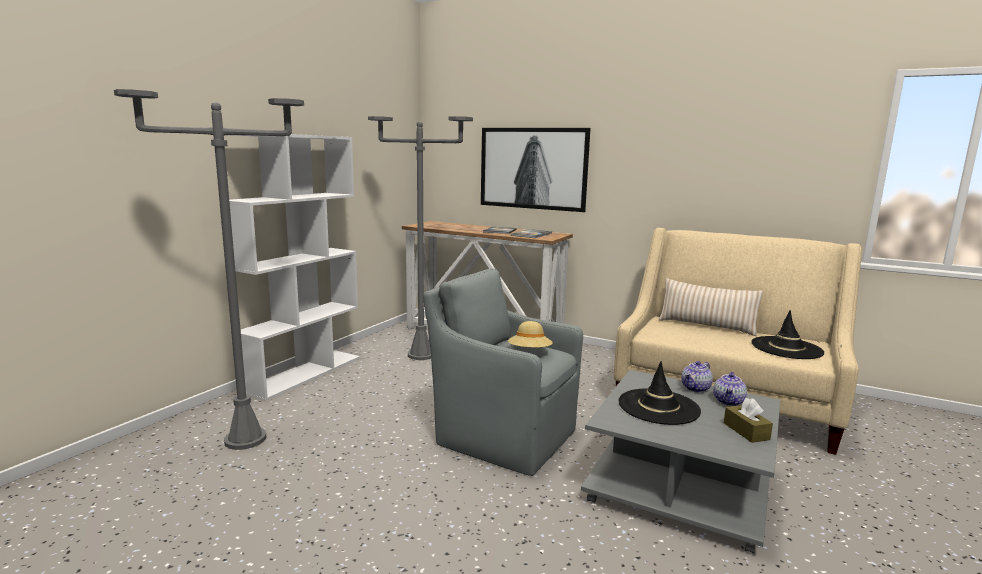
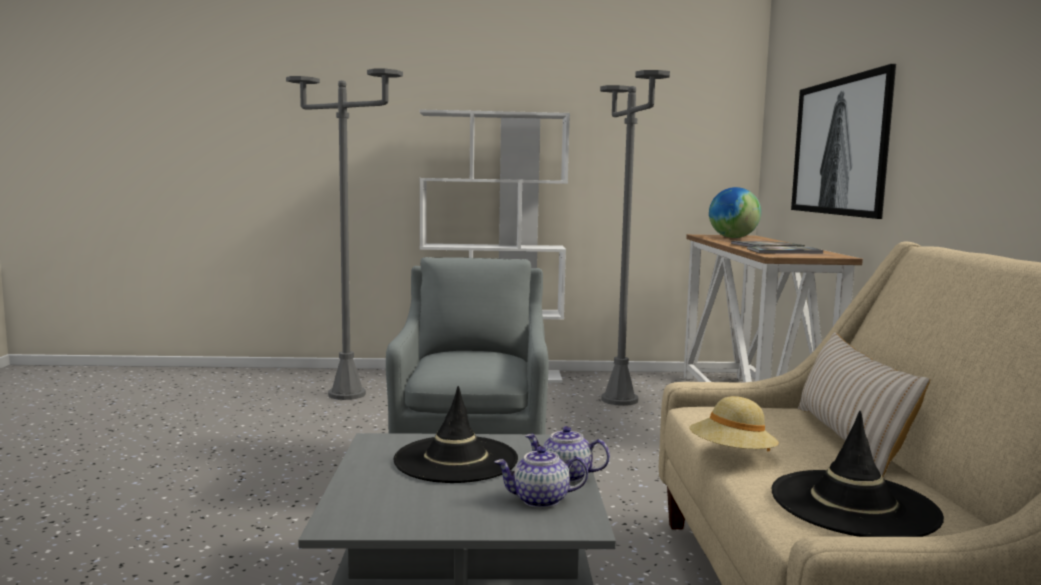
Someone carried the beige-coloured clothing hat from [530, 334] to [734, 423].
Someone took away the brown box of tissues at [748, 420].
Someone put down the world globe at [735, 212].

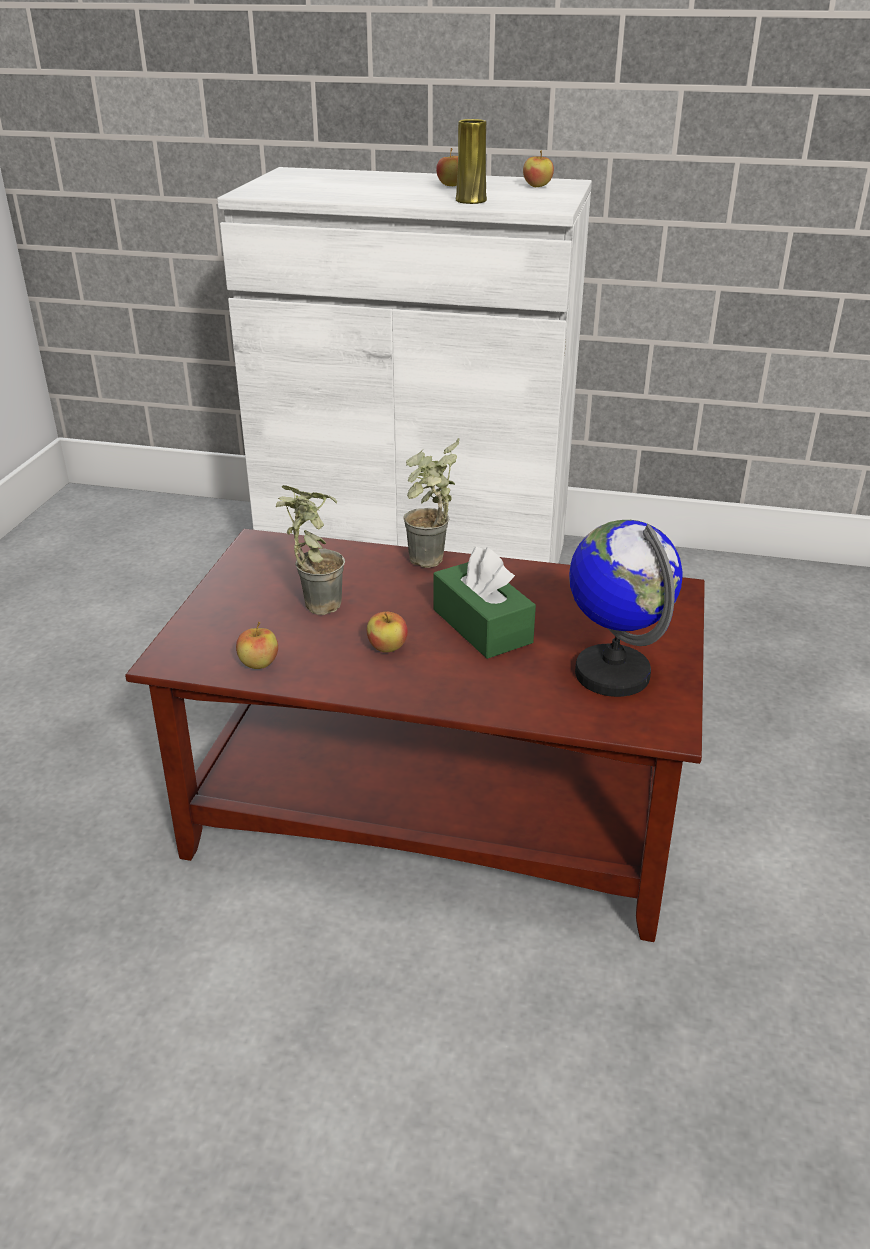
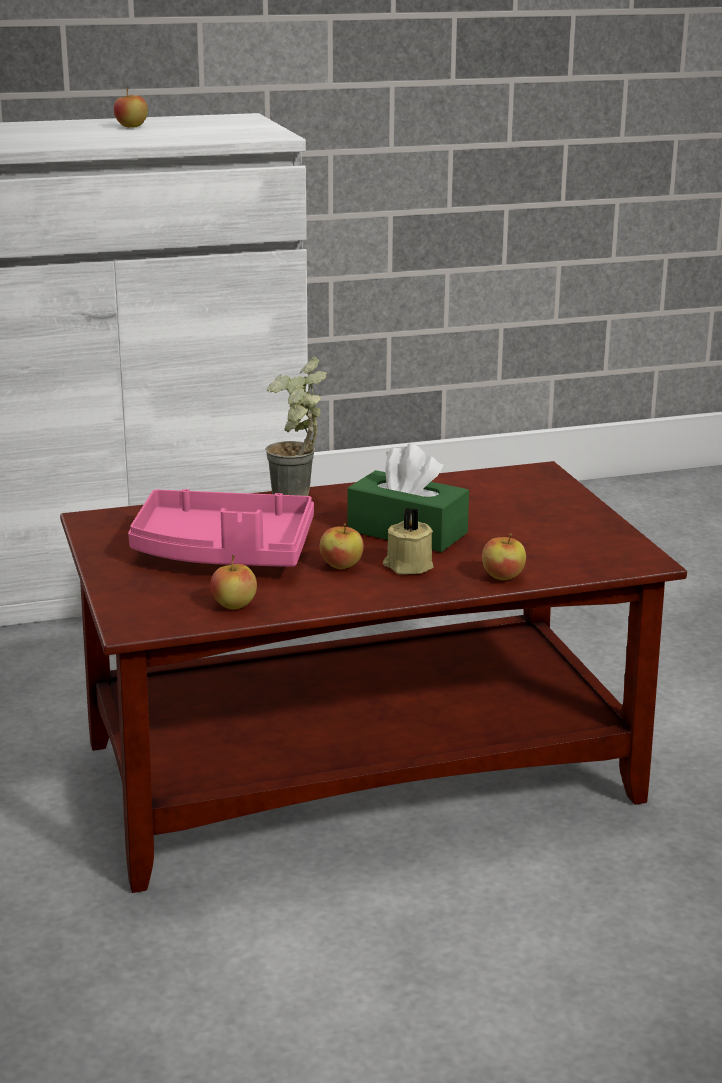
Someone swapped the potted plant at [310, 550] for the pink-coloured tray at [221, 528].
Someone took away the yellow decorative vase at [471, 161].
Someone carried the whole apple from [538, 168] to [504, 556].
Someone took away the world globe at [626, 608].
Someone put down the beige-coloured wax candle at [408, 540].

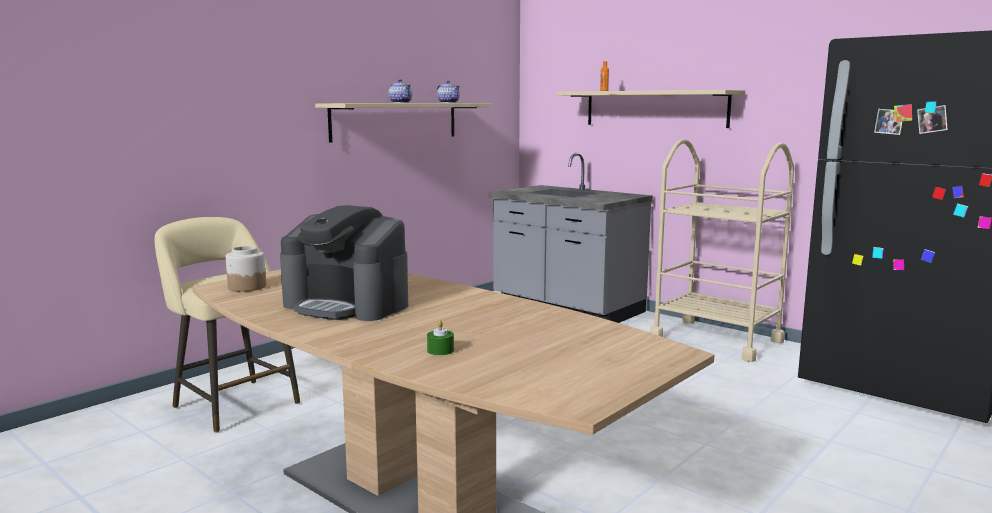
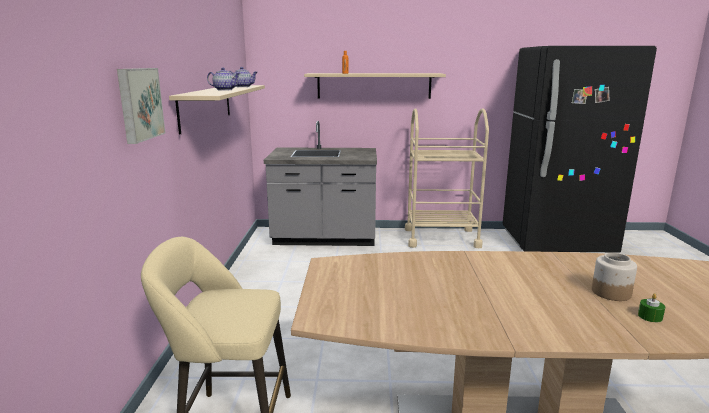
Someone carried the jar from [246, 269] to [614, 276].
Someone took away the coffee machine at [344, 263].
Someone put up the picture at [141, 106].

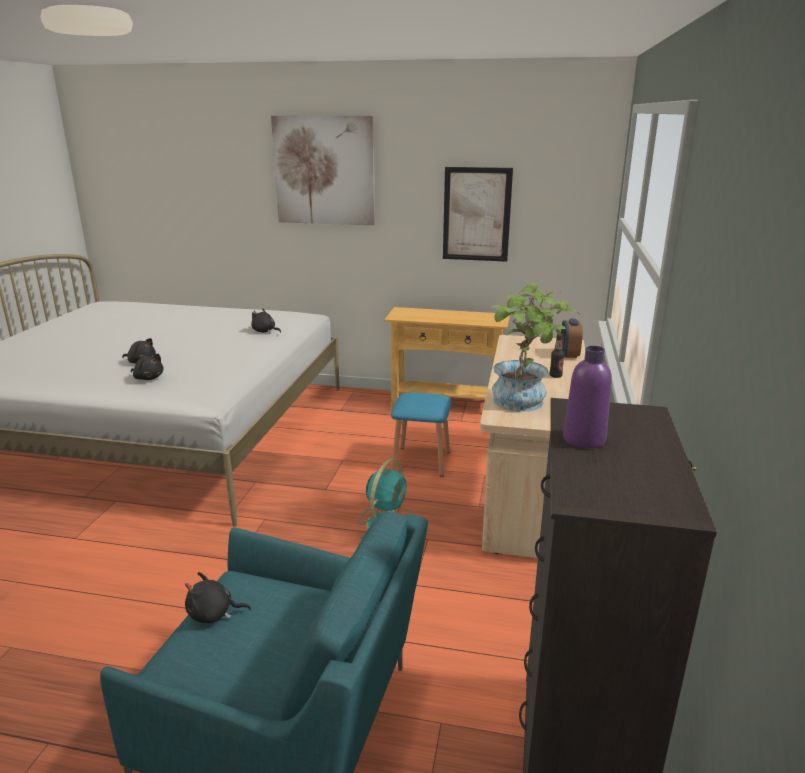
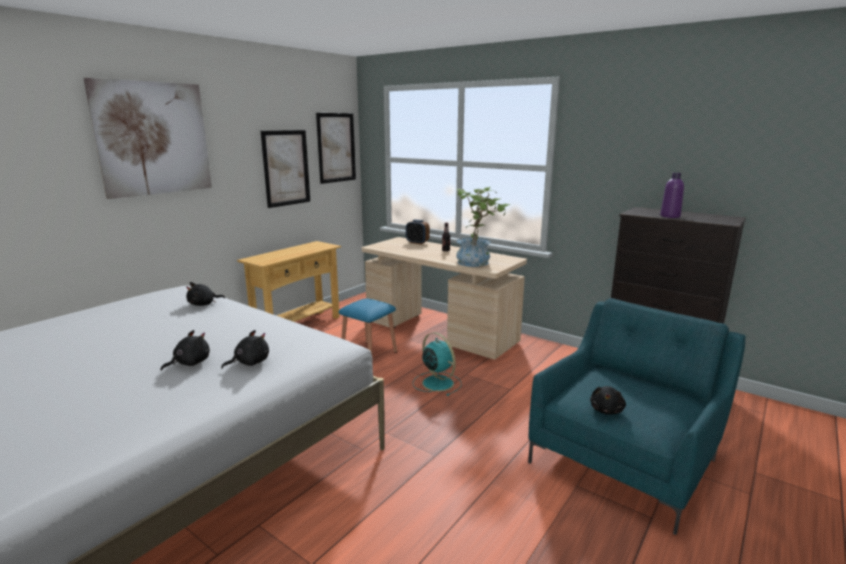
Someone put up the picture at [336, 148].

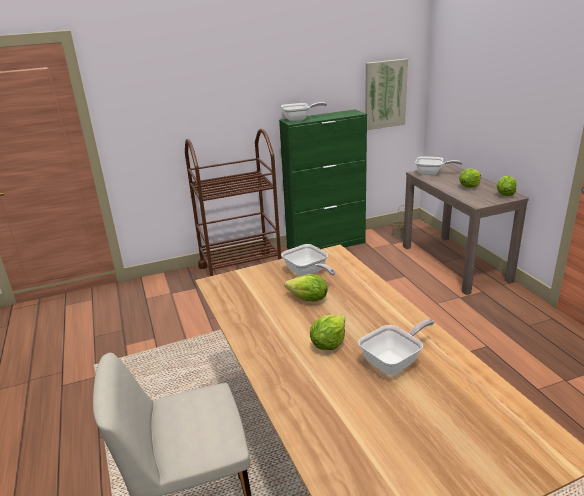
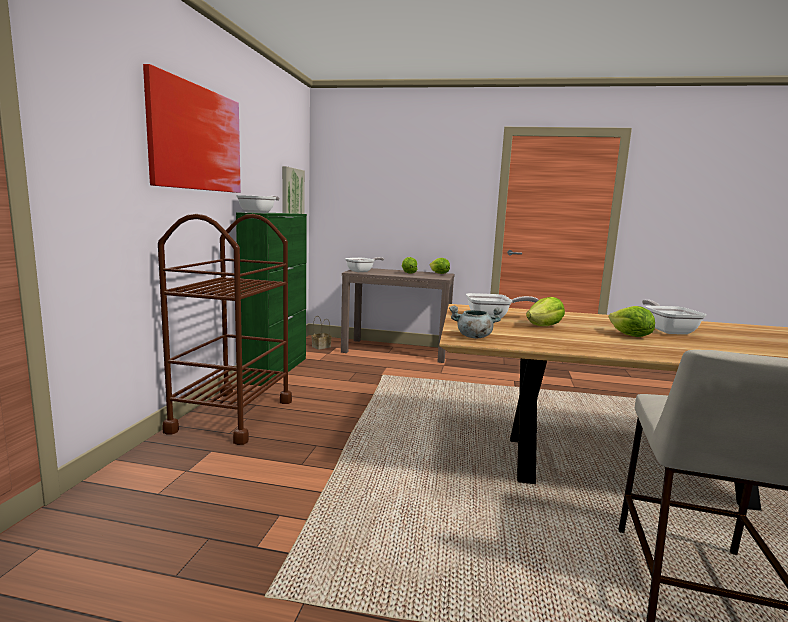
Someone put up the picture at [192, 128].
Someone put down the grey cooking pot at [476, 322].

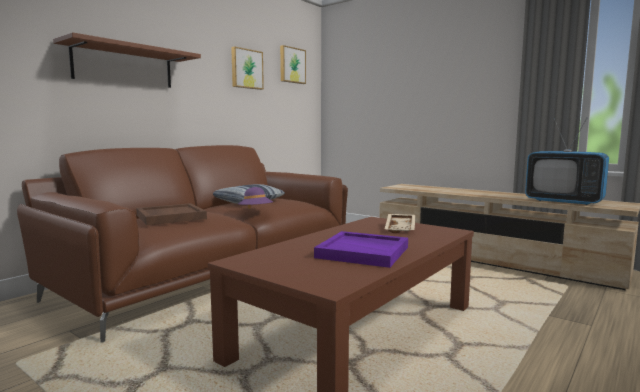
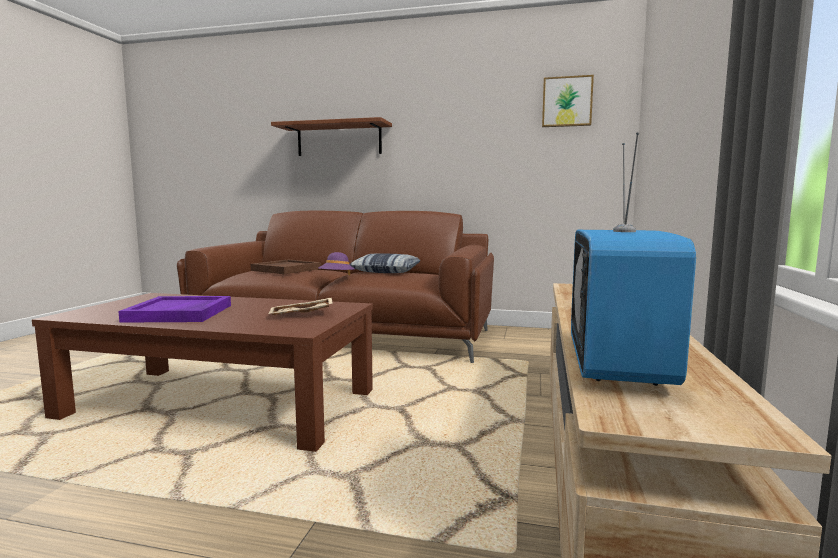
Someone took away the picture at [247, 68].

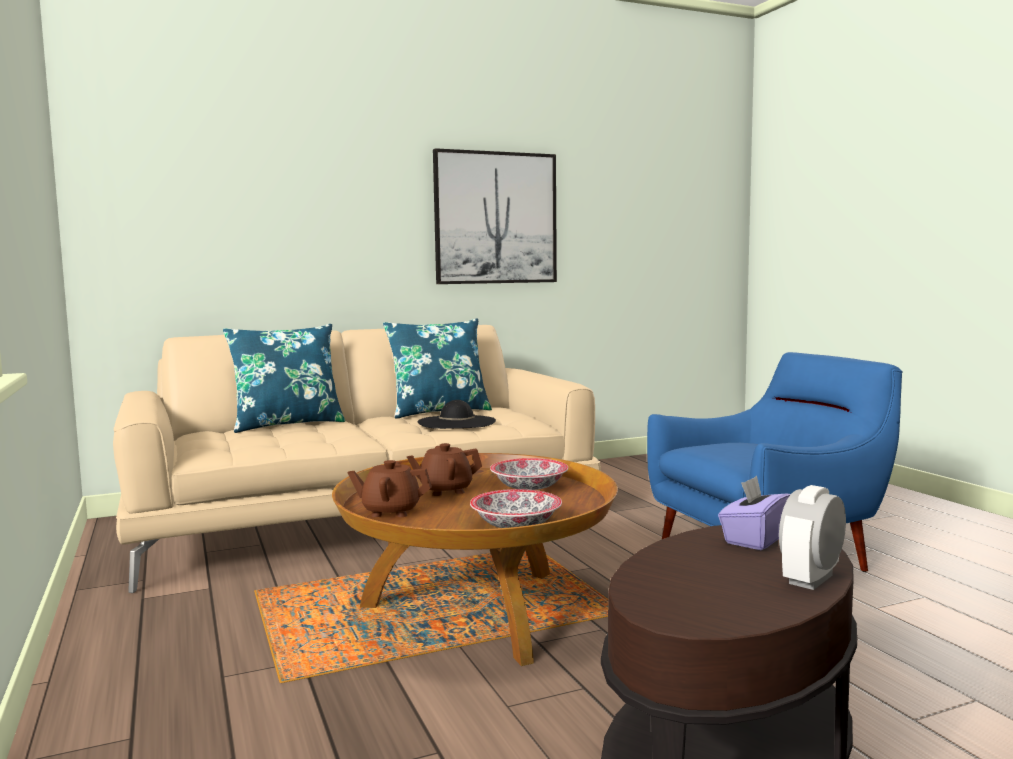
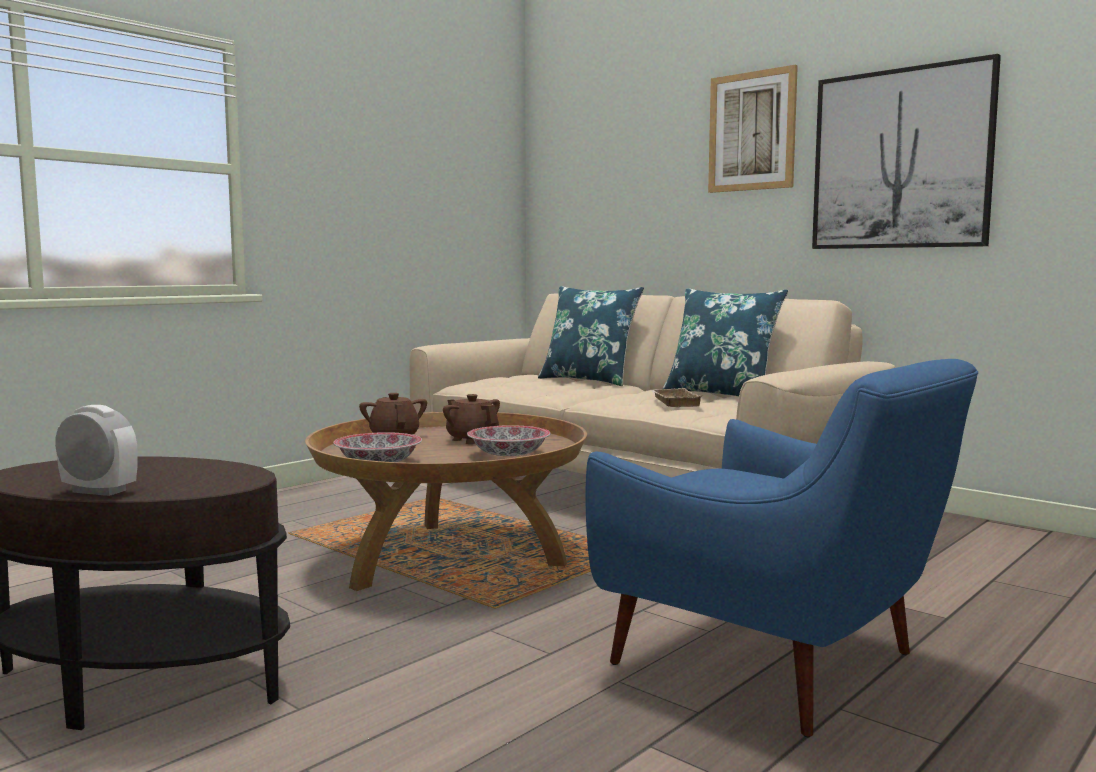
Someone swapped the blackish clothing hat at [457, 414] for the beige-coloured tray at [677, 397].
Someone took away the purple-coloured box of tissues at [754, 513].
Someone put up the picture at [753, 129].

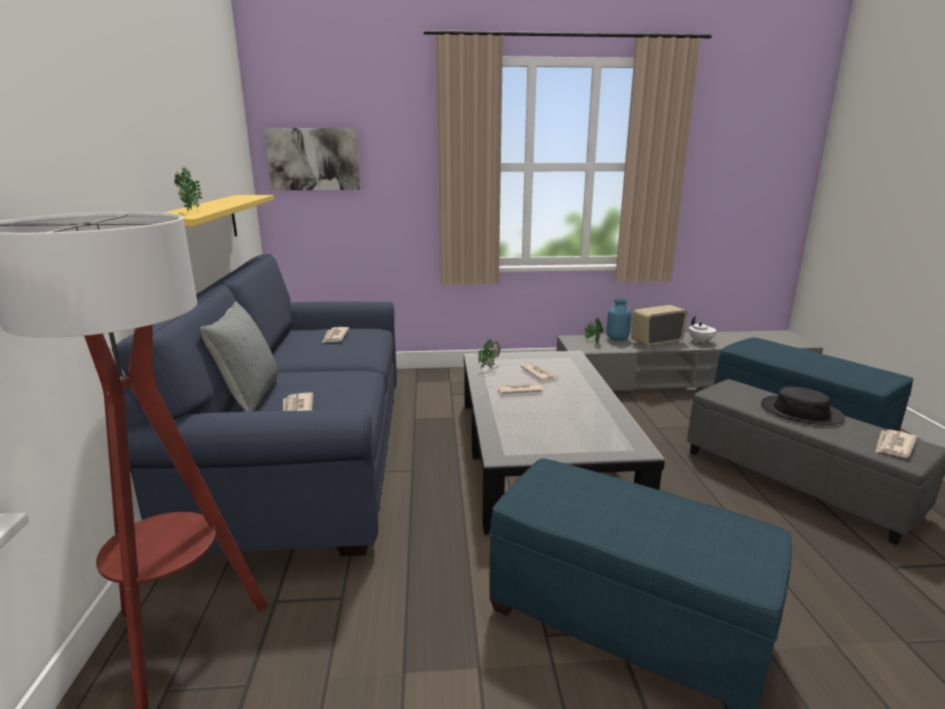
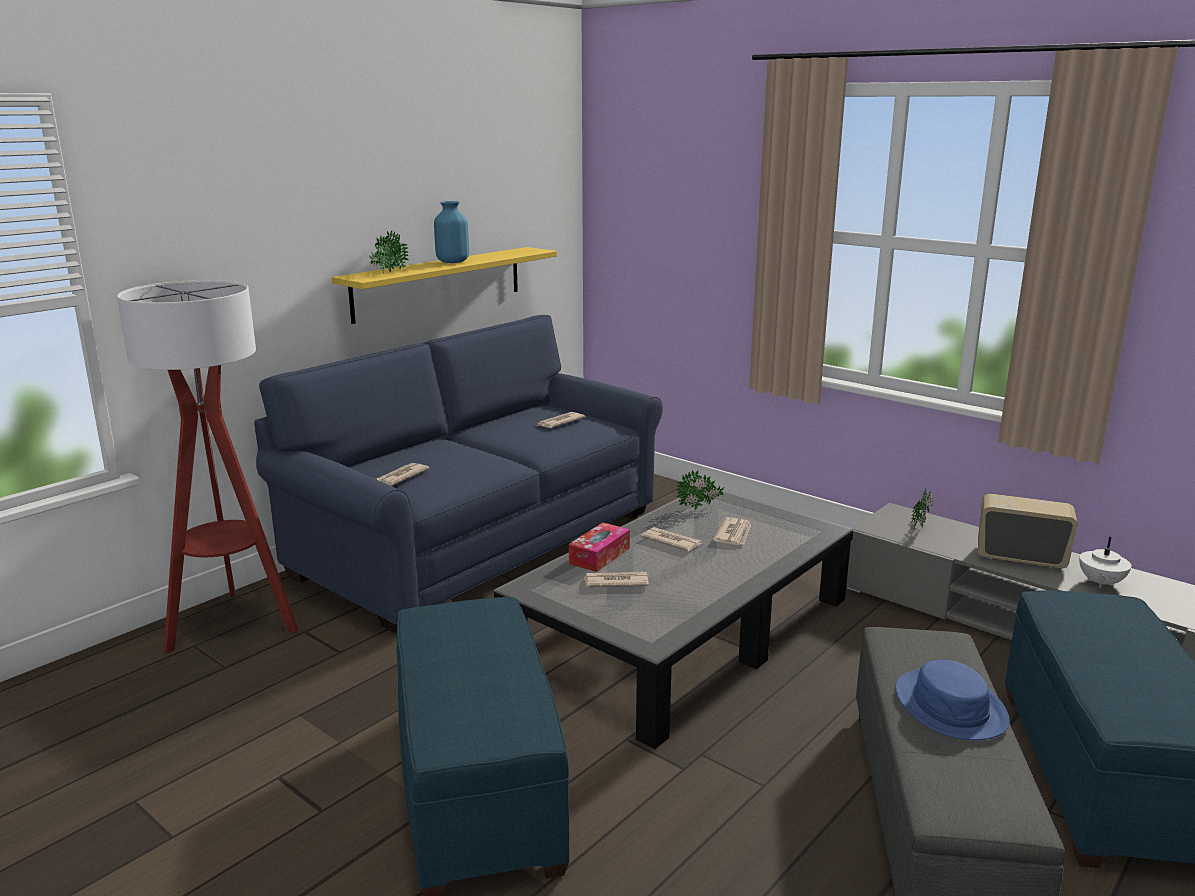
Someone took away the grey pillow at [239, 356].
Someone took away the picture at [312, 159].
Someone carried the blue-coloured decorative vase from [619, 319] to [451, 232].
Someone repainted the blackish clothing hat at [803, 406], which became the blue-coloured clothing hat at [953, 700].
Someone carried the printed paper from [896, 444] to [616, 579].
Someone put down the box of tissues at [599, 547].

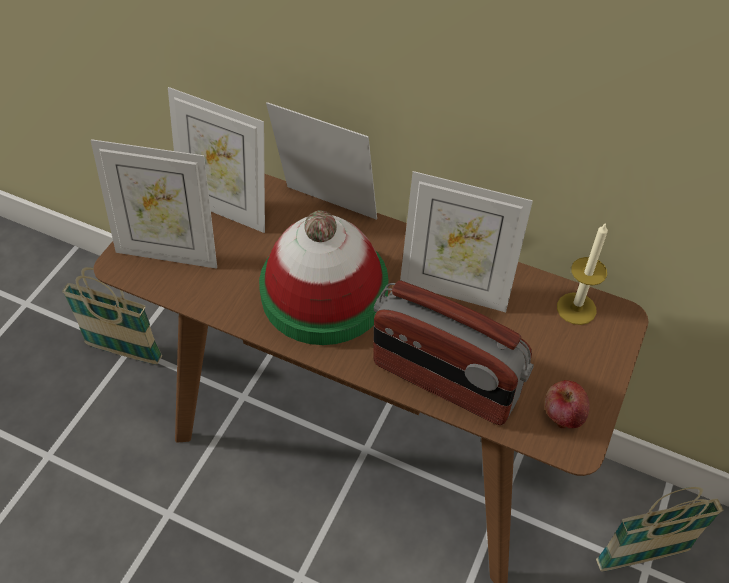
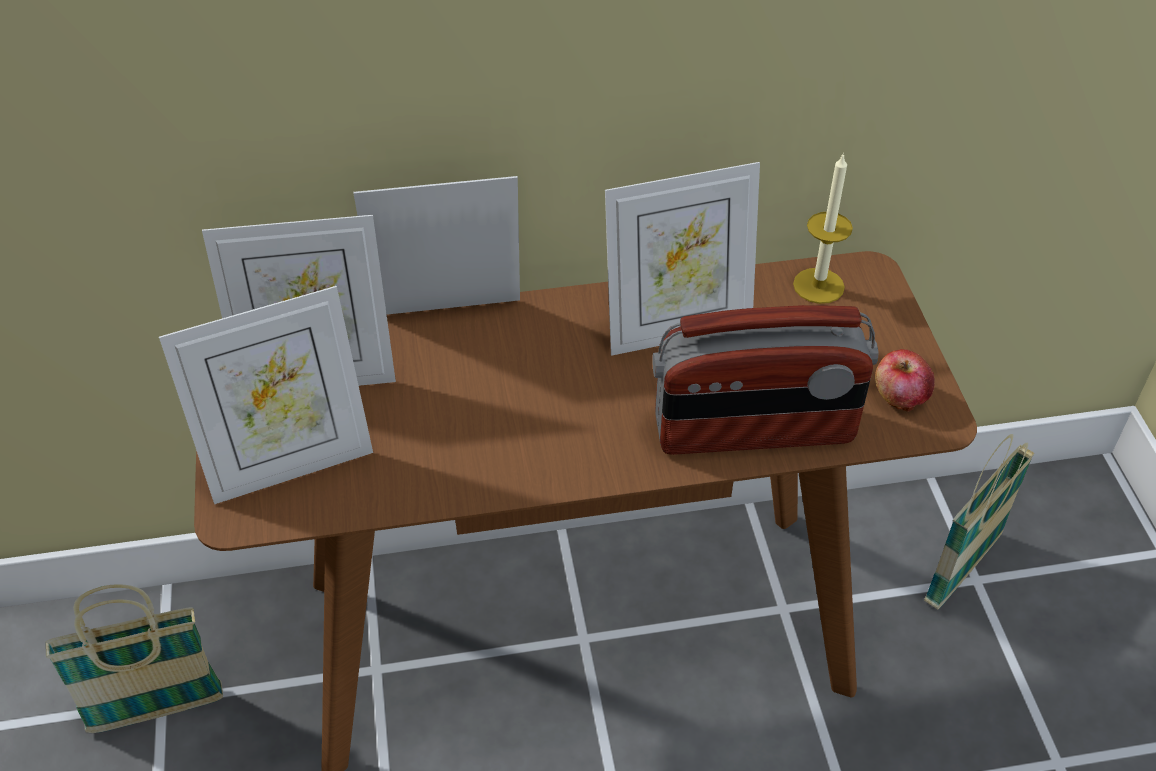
Someone took away the clothing hat at [324, 277].

